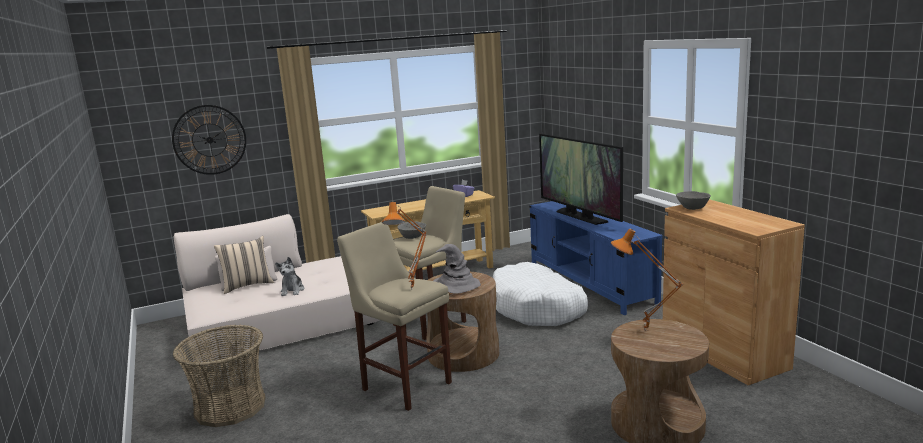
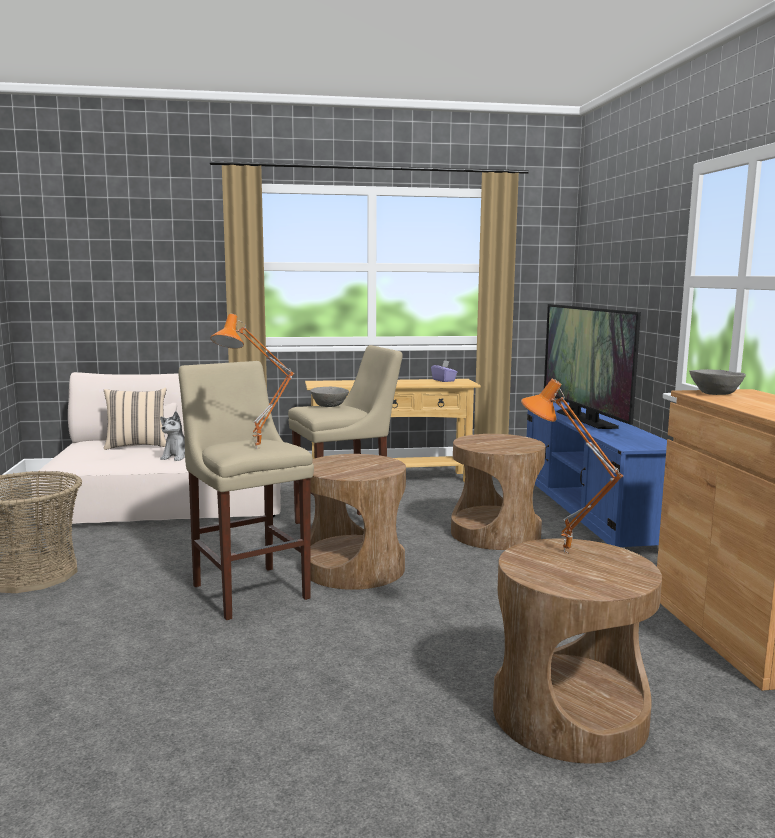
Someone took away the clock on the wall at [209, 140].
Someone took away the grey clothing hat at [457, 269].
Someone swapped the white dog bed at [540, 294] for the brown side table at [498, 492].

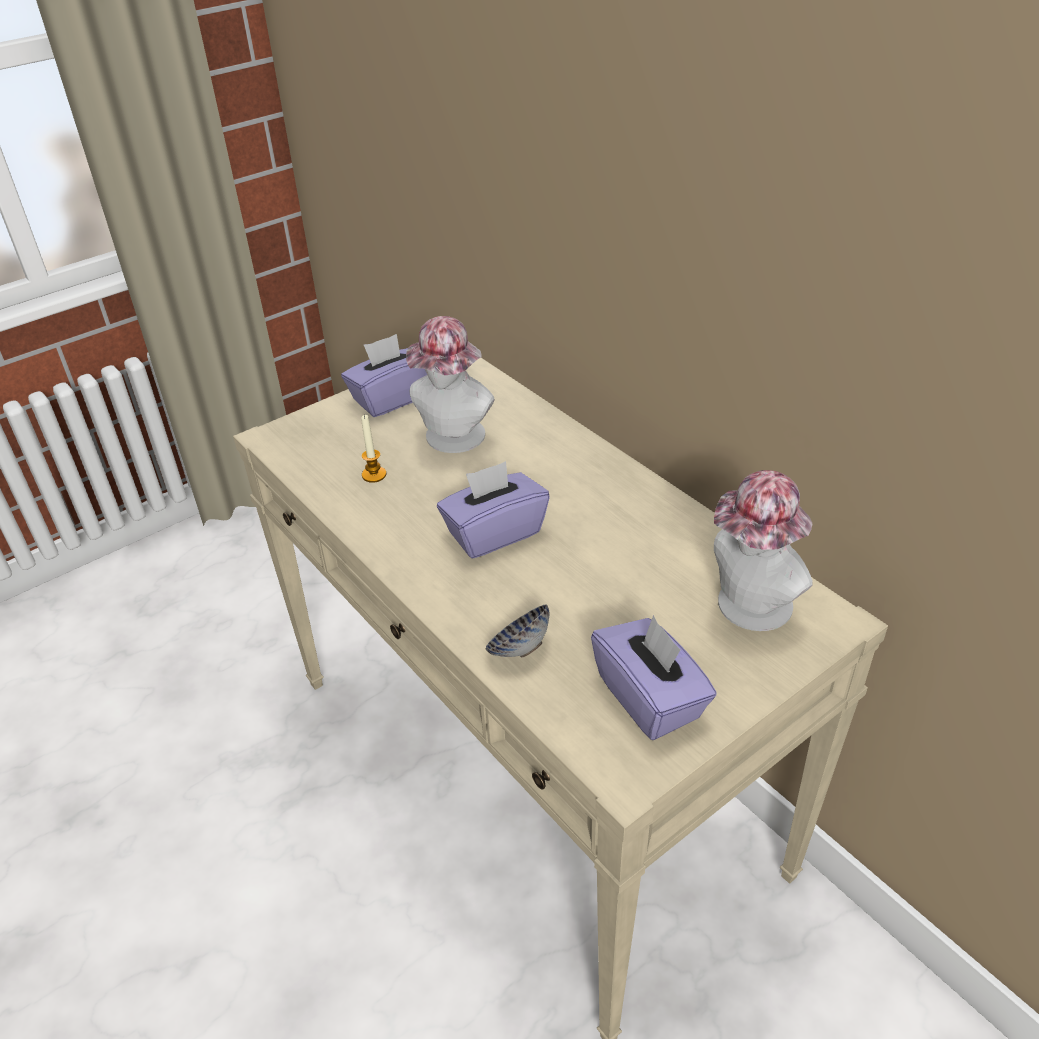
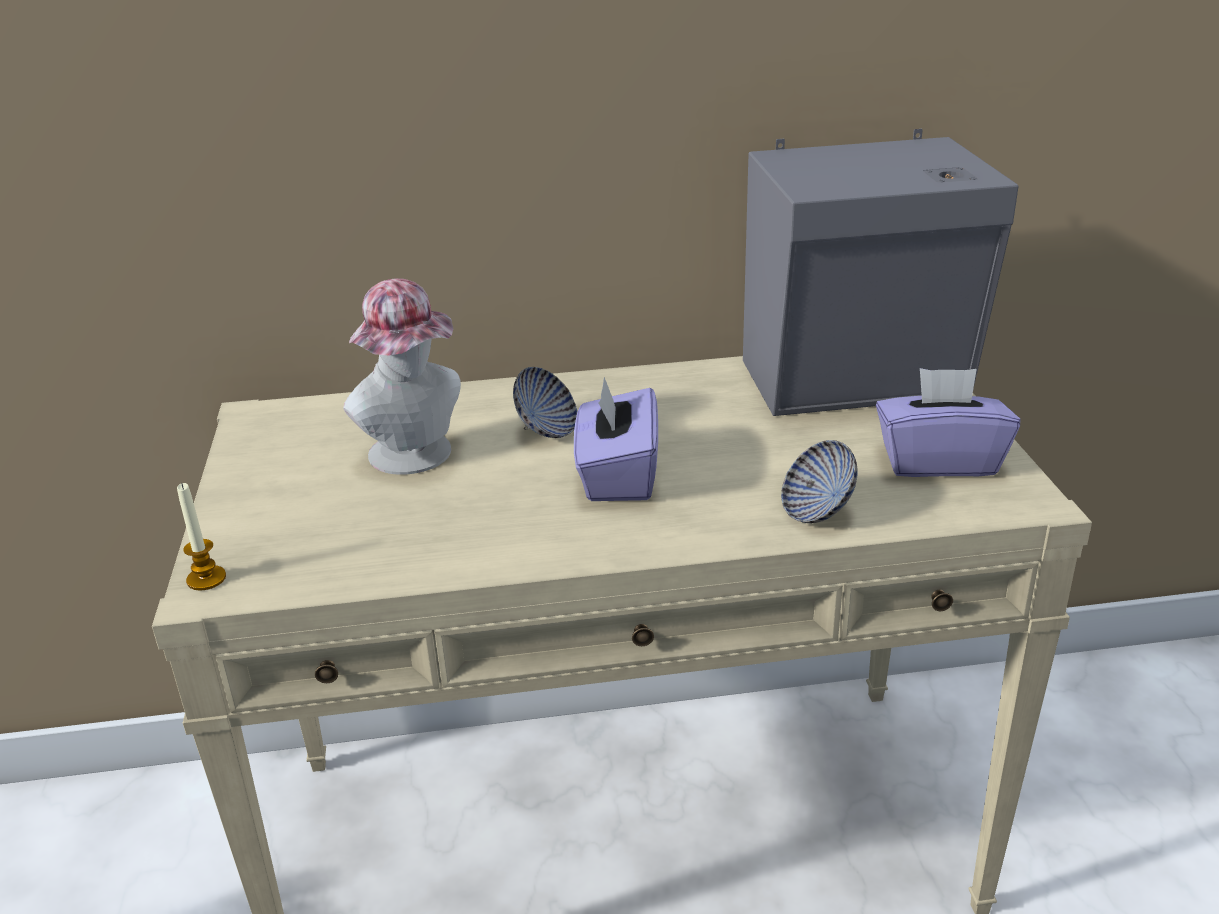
Someone took away the purple-coloured box of tissues at [384, 375].
Someone carried the wax candle from [373, 449] to [201, 537].
Someone swapped the clothing hat at [763, 550] for the grey audio speaker at [881, 272].
Someone put down the deep dish at [545, 402].

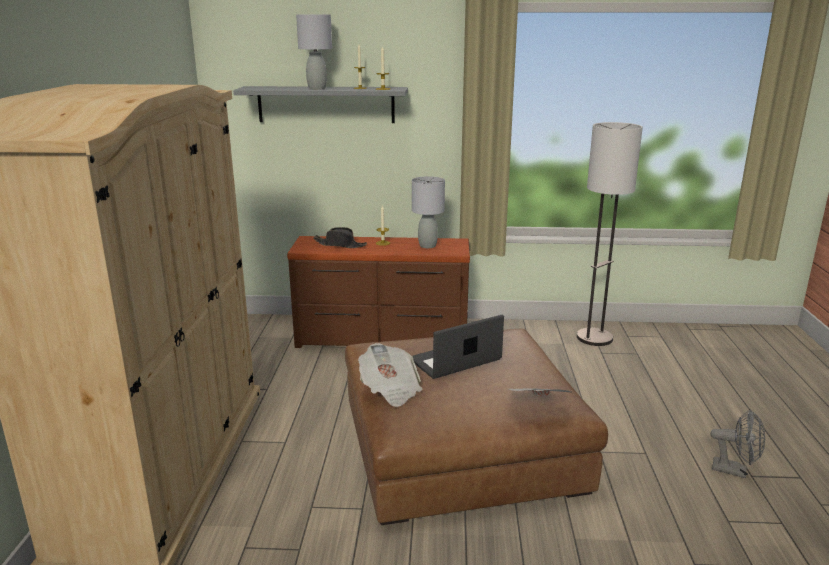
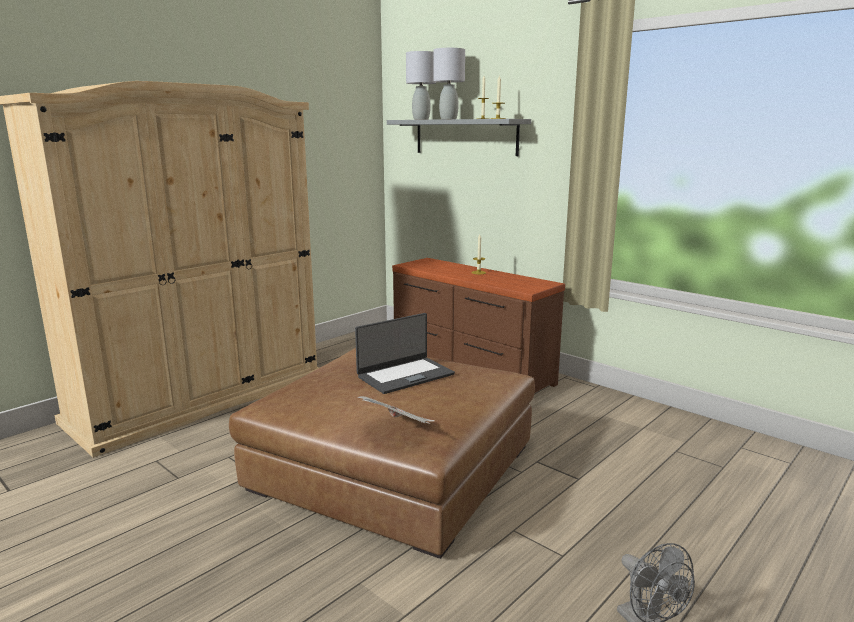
Someone took away the blackish clothing hat at [340, 237].
Someone took away the printed paper at [390, 375].
Someone carried the grey lamp for a table from [428, 212] to [421, 85].
Someone rotated the portable computer at [458, 347] by 135 degrees clockwise.
Someone took away the standing lamp at [610, 234].

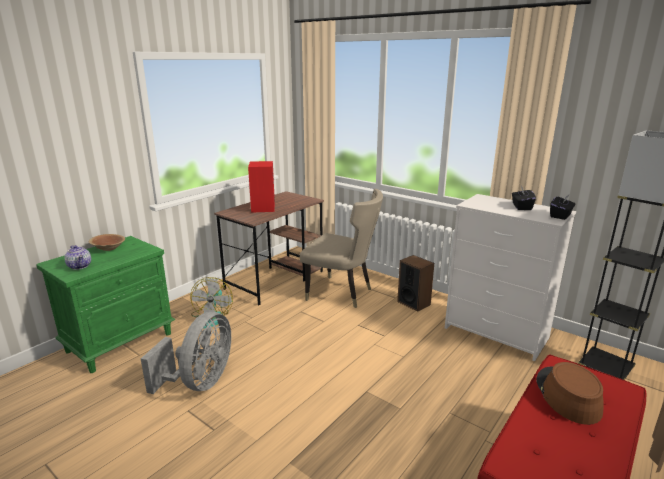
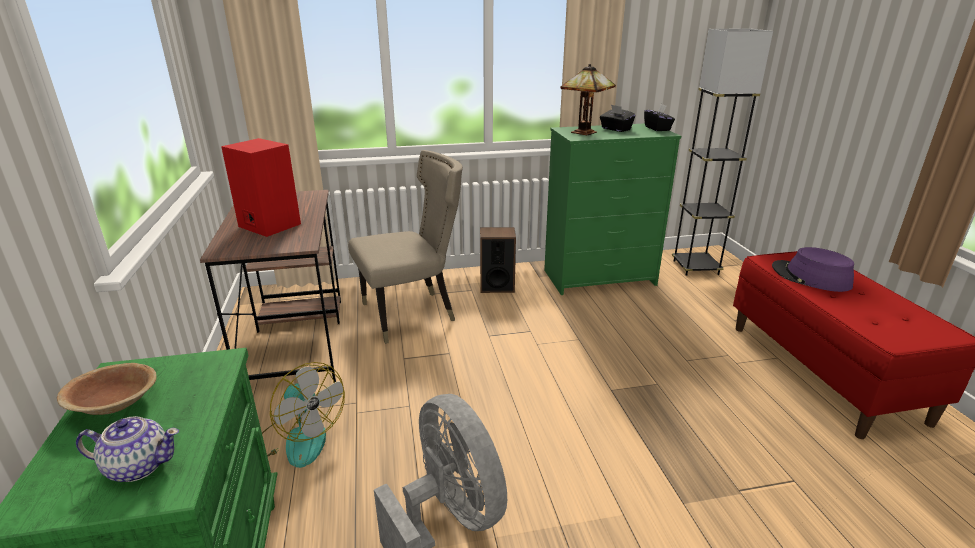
Someone repainted the white chest of drawers at [510, 277], which became the greenish chest of drawers at [612, 209].
Someone repainted the brown clothing hat at [570, 393], which became the purple-coloured clothing hat at [813, 269].
Someone put down the lamp for a table at [588, 99].

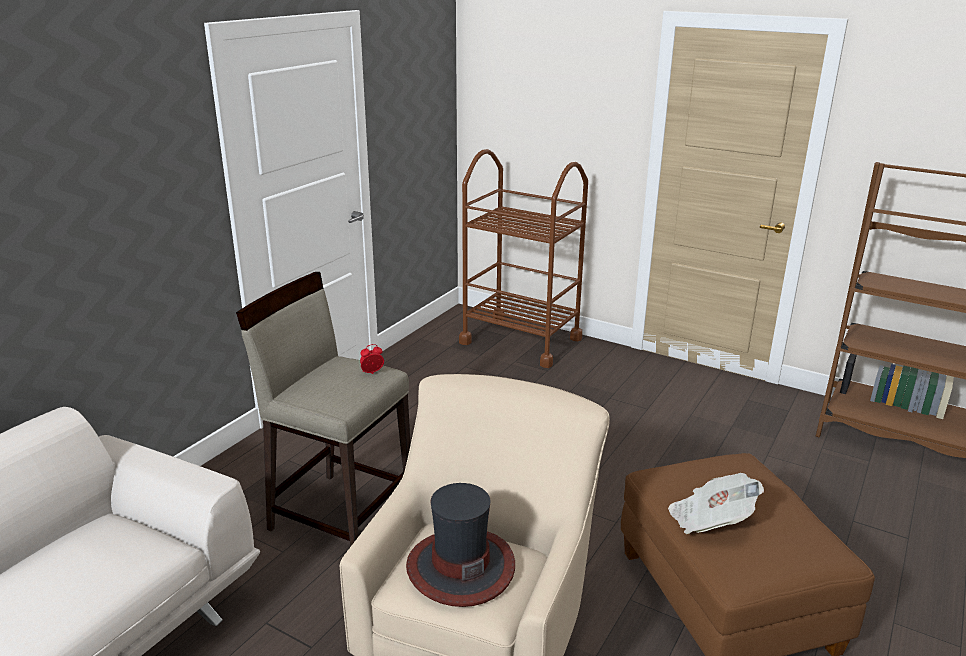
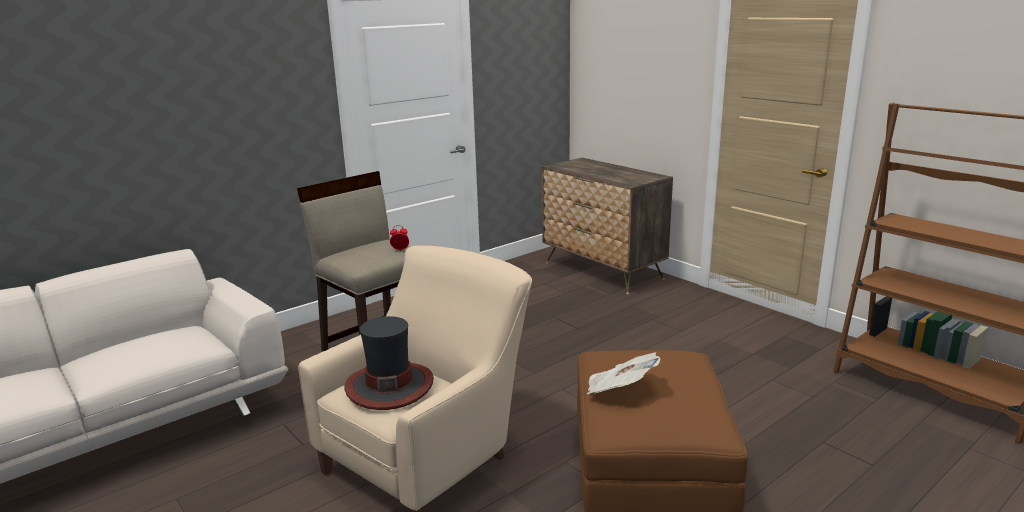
Someone swapped the brown cart at [523, 258] for the chest of drawers at [607, 226].

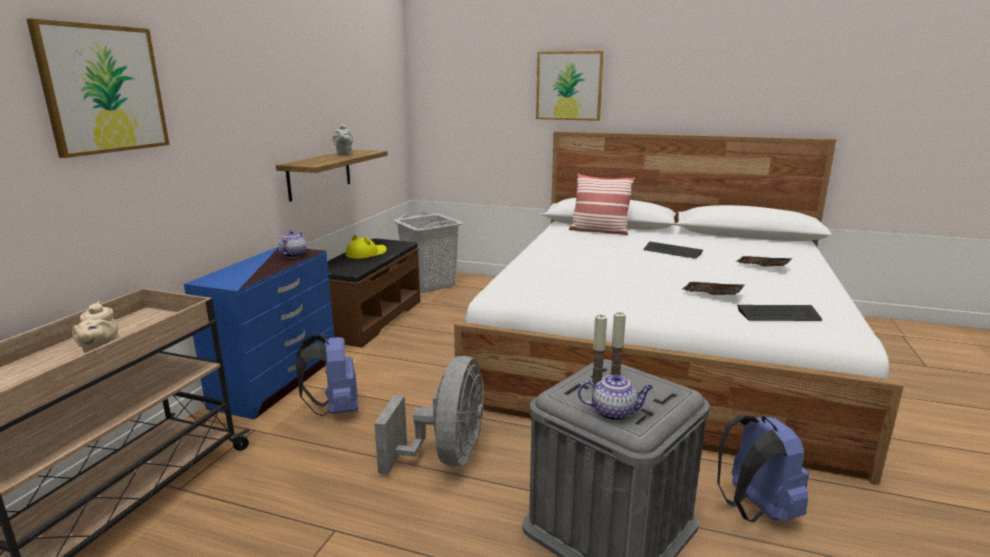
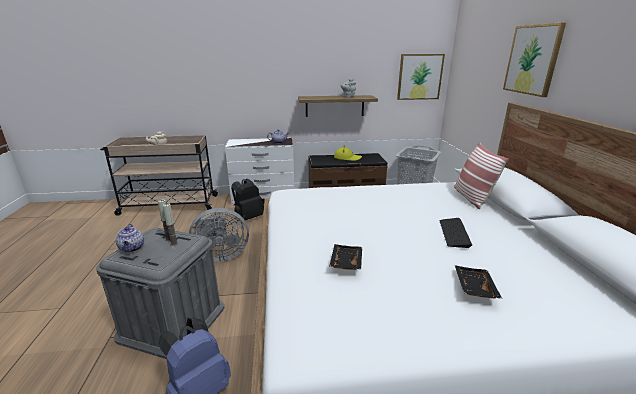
Someone carried the picture from [98, 88] to [421, 77].
Someone repainted the blue-coloured chest of drawers at [259, 333], which became the white chest of drawers at [259, 171].
Someone repainted the blue-coloured rucksack at [326, 375], which became the blackish rucksack at [247, 199].
Someone took away the PC keyboard at [779, 313].

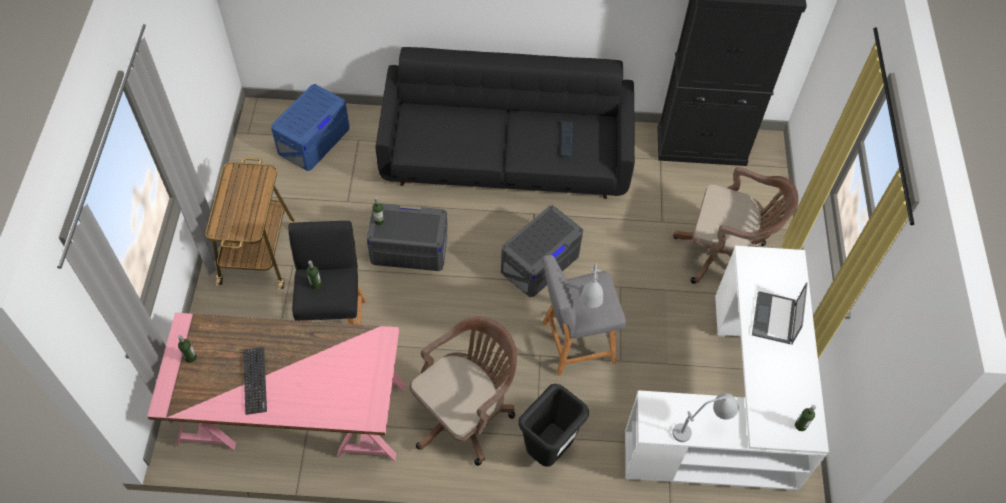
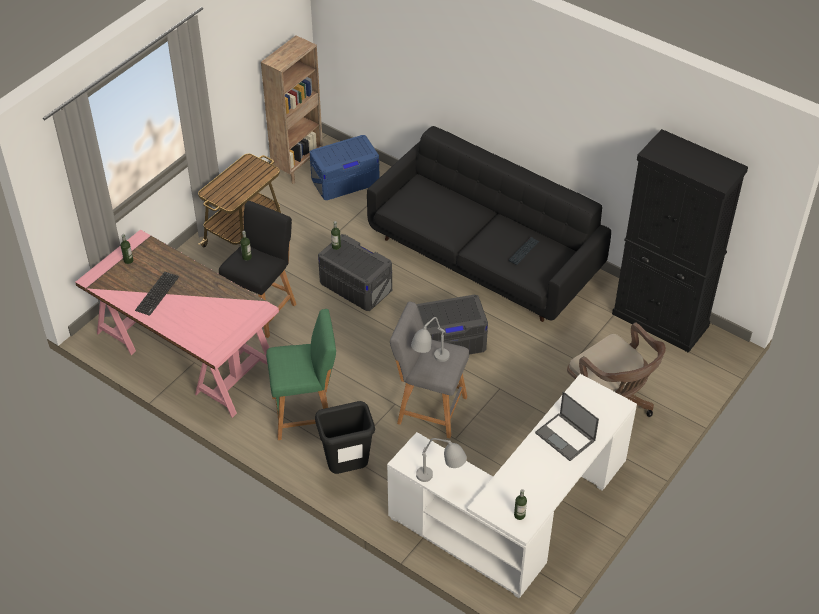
Someone swapped the brown office chair at [463, 391] for the greenish stool at [301, 374].
Someone rotated the portable computer at [780, 313] by 90 degrees counterclockwise.
Someone put down the brown shelving unit at [292, 109].

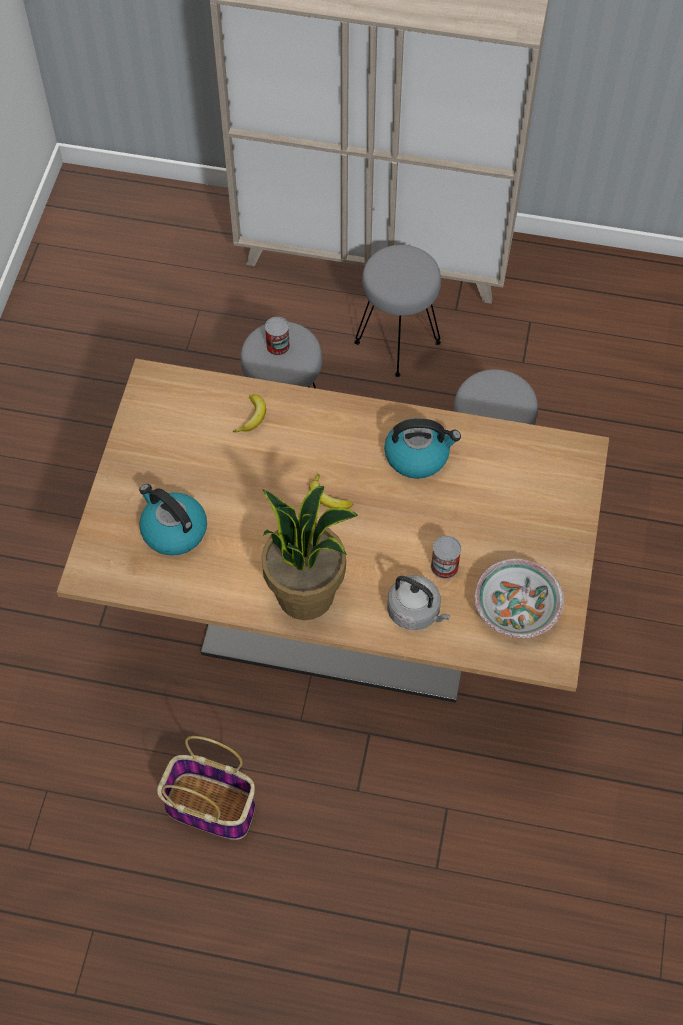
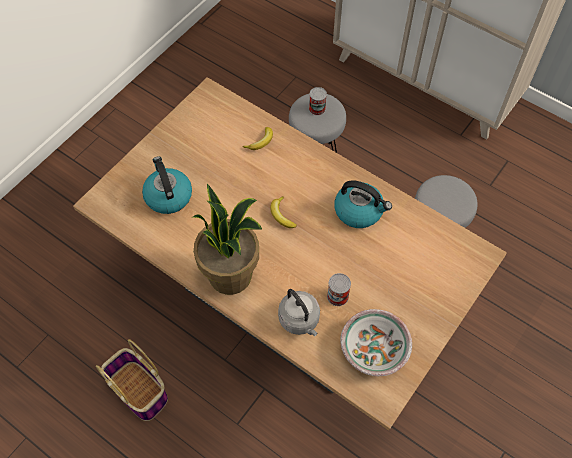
Someone took away the grey stool at [397, 311].

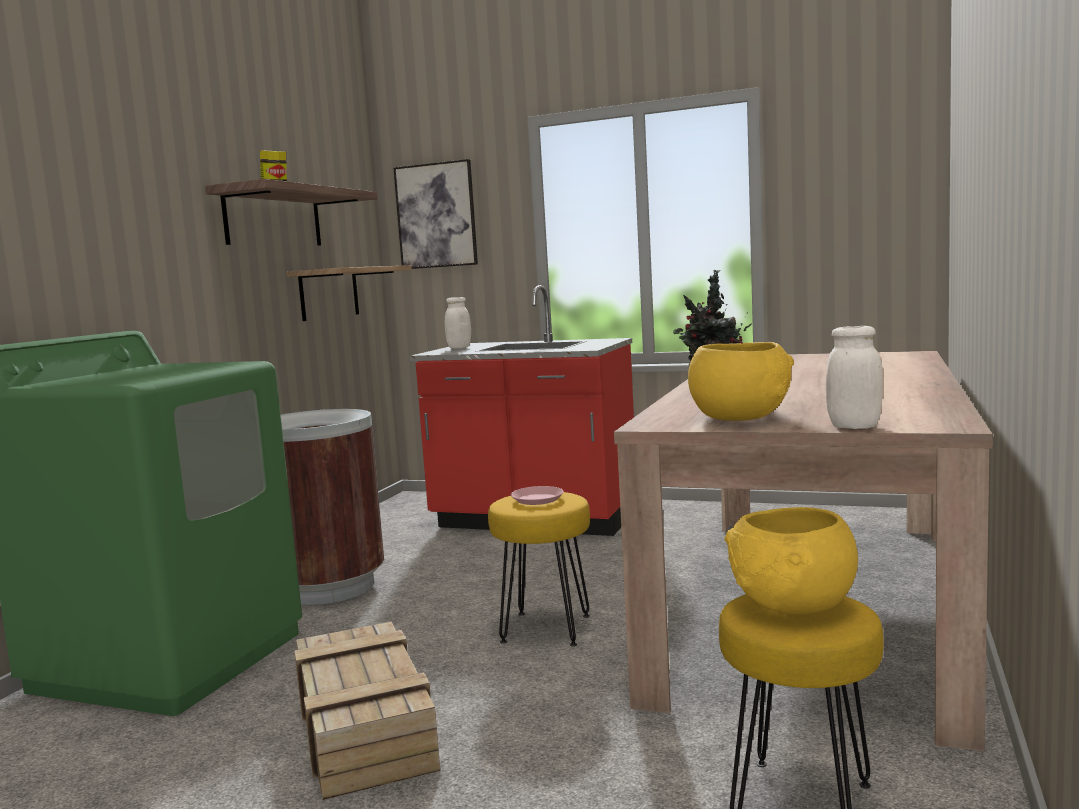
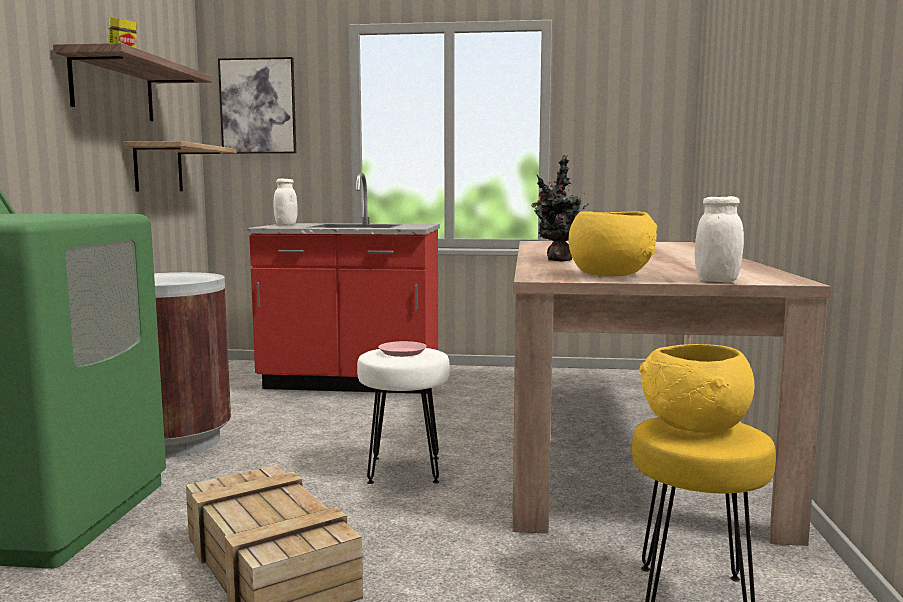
Someone repainted the yellow stool at [539, 569], which became the white stool at [403, 416].

